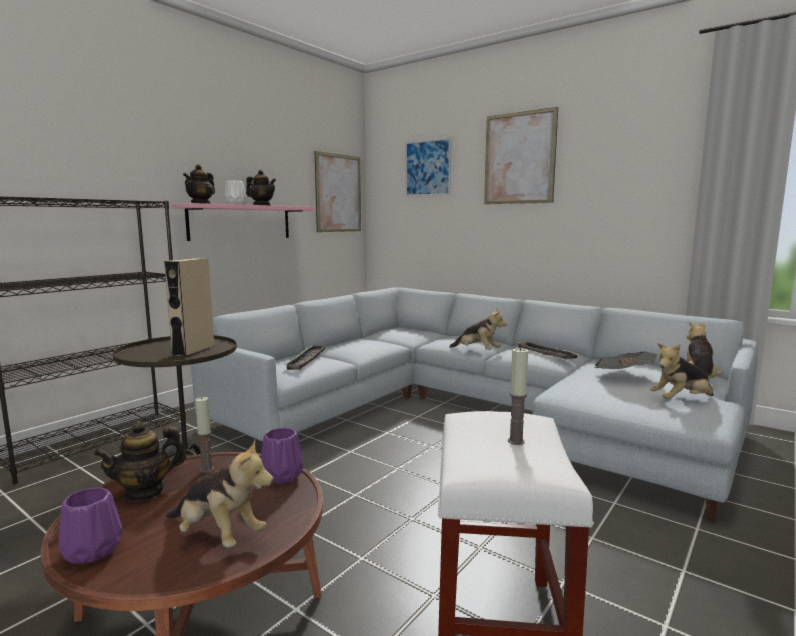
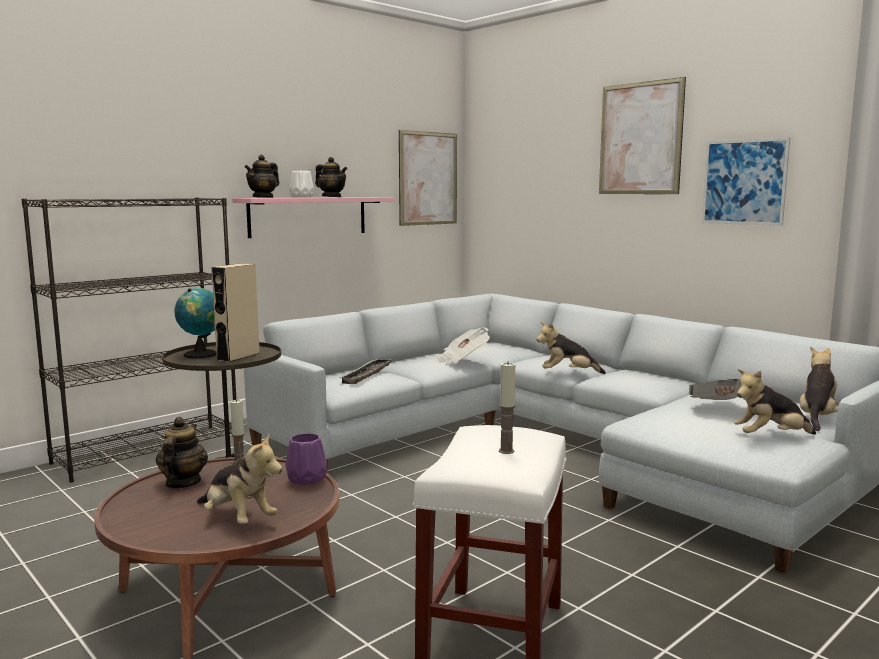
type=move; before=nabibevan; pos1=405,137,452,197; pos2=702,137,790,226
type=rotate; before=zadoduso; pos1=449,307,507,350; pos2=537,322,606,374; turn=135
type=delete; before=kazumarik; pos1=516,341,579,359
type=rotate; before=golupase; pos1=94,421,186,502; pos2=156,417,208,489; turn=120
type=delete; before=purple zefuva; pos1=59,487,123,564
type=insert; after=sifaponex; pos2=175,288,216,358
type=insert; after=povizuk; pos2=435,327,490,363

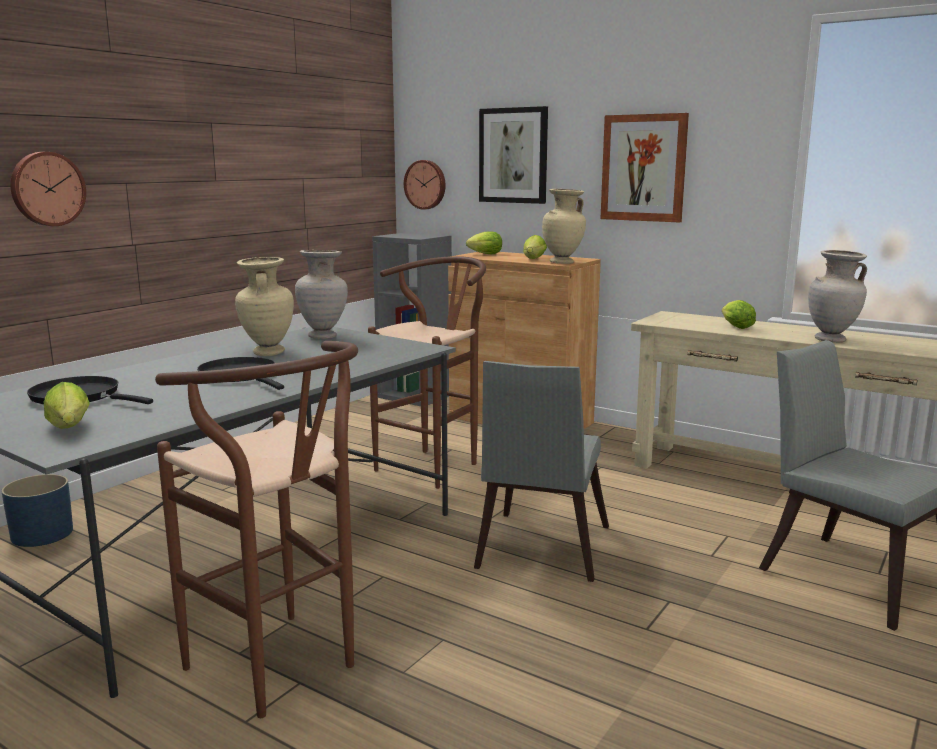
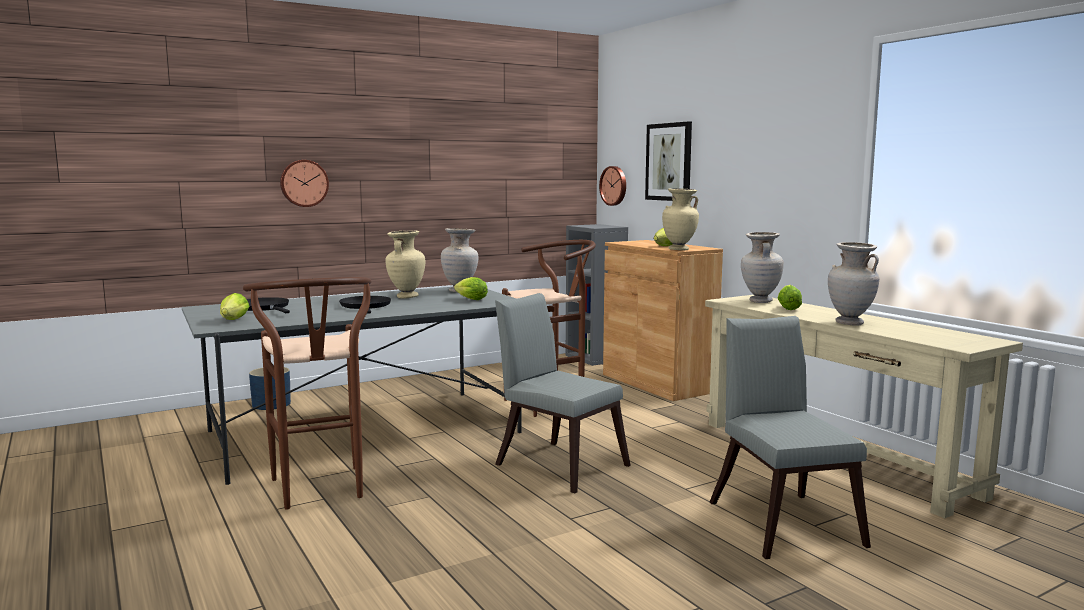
type=delete; before=nabibevan; pos1=600,113,689,223
type=move; before=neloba; pos1=466,232,502,254; pos2=454,277,488,300
type=rotate; before=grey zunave; pos1=474,361,609,582; pos2=495,293,631,493; turn=90
type=insert; after=beige zefuva; pos2=741,232,784,303

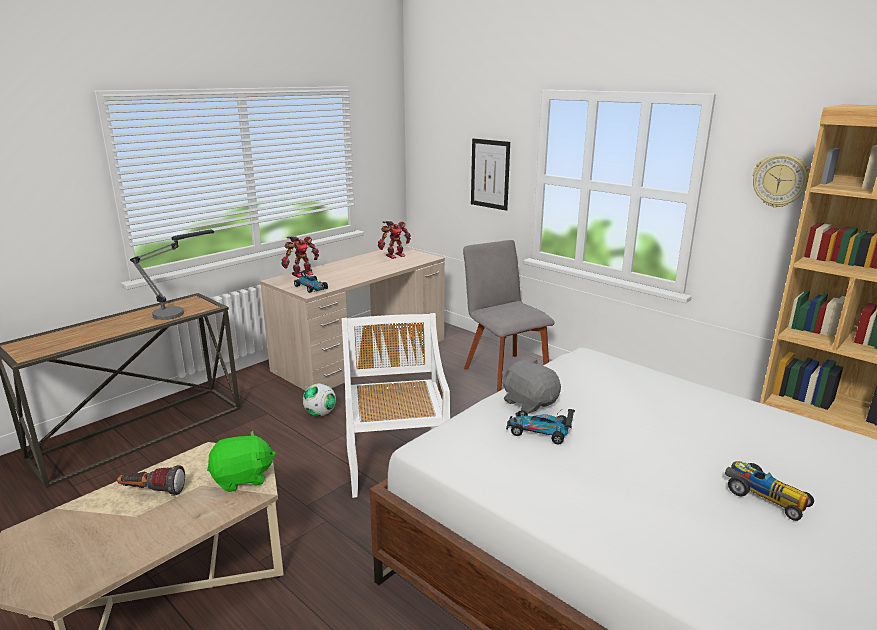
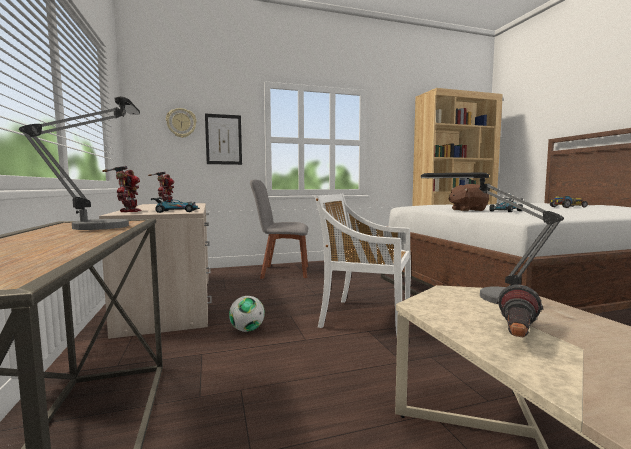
type=move; before=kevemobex; pos1=753,154,810,208; pos2=166,108,197,138
type=recolor; before=grey zadoduso; after=brown zadoduso; pos1=502,360,561,414; pos2=449,184,489,211
type=replace; before=green zadoduso; after=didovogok; pos1=207,431,276,492; pos2=421,173,564,304

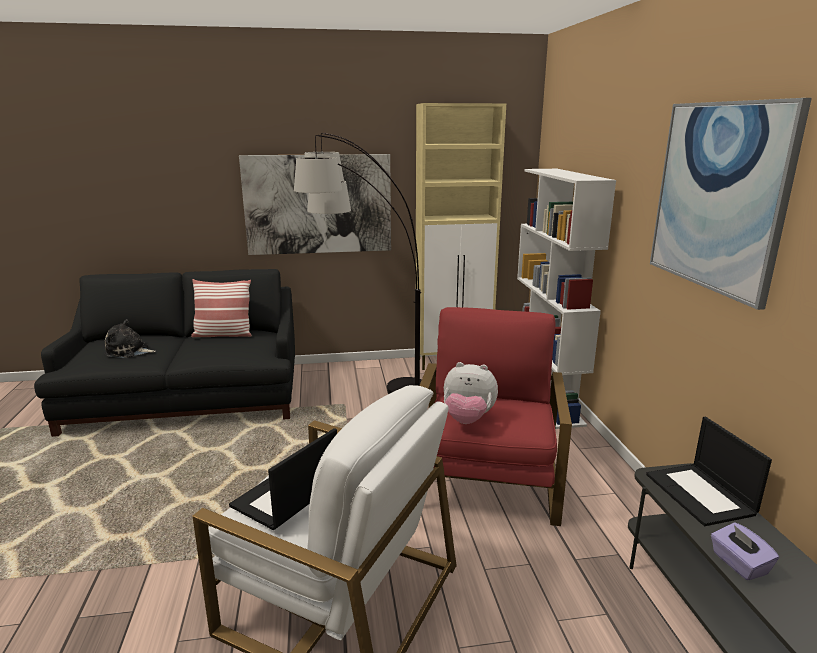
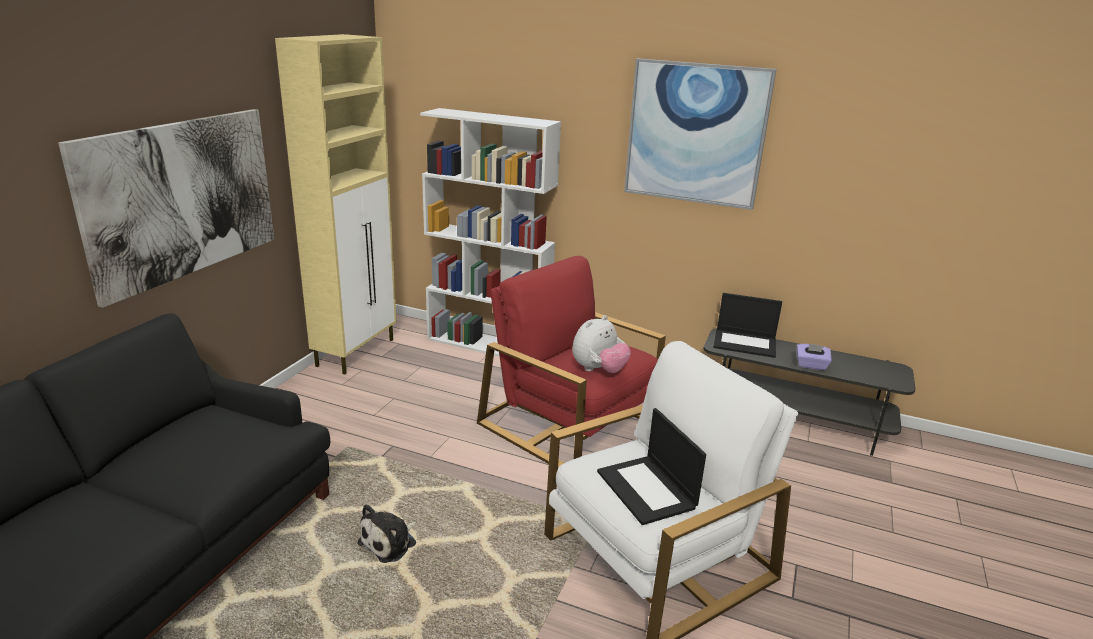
type=delete; before=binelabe; pos1=294,133,422,394
type=delete; before=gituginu; pos1=191,279,252,337
type=move; before=zadoduso; pos1=105,319,156,358; pos2=357,504,416,563

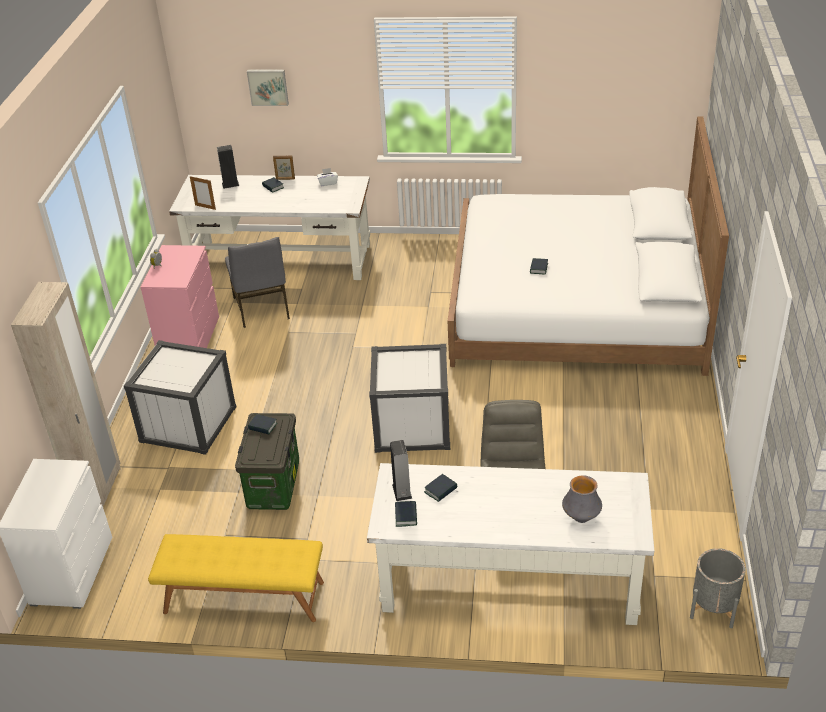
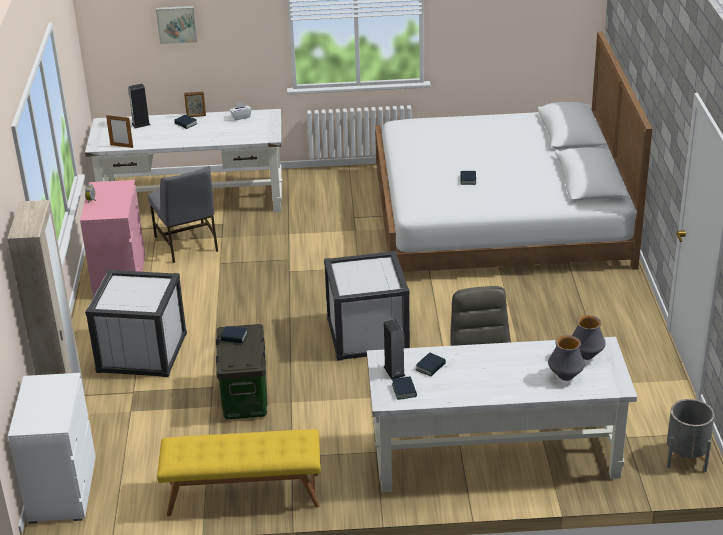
type=insert; after=zefuva; pos2=572,315,606,360

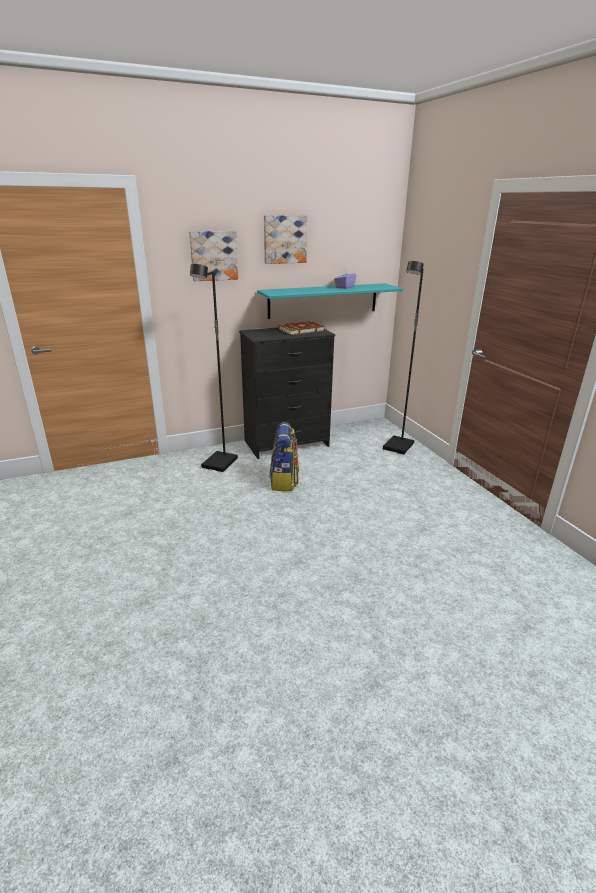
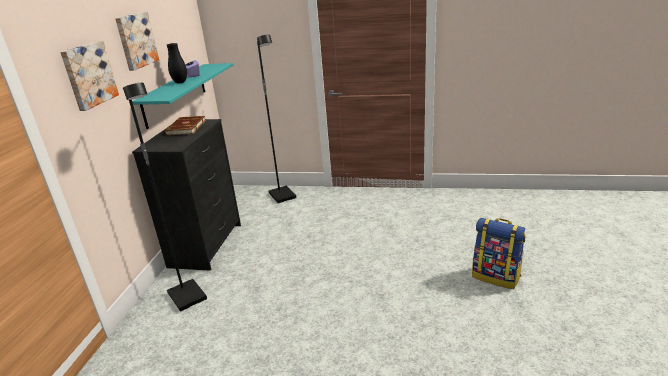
type=move; before=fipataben; pos1=270,422,299,491; pos2=472,218,526,289
type=insert; after=black zefuva; pos2=167,43,187,83

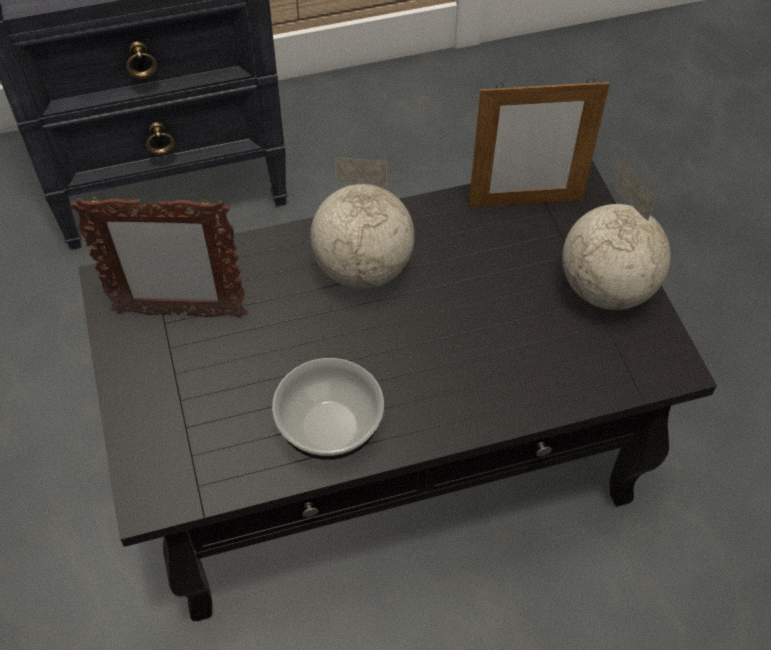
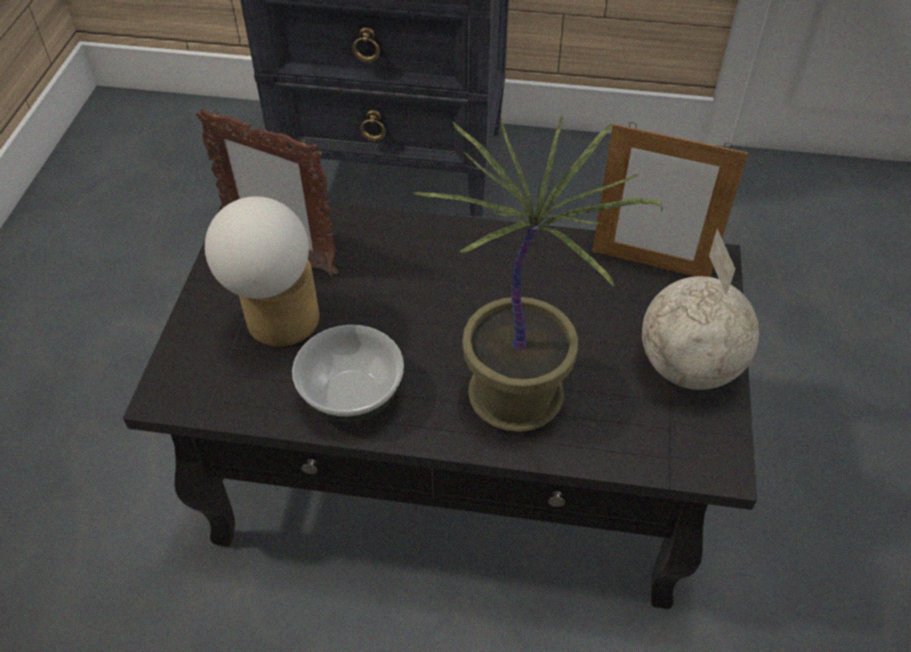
type=delete; before=sifaponex; pos1=310,157,415,289
type=insert; after=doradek; pos2=412,115,663,432
type=insert; after=didovogok; pos2=205,196,319,347

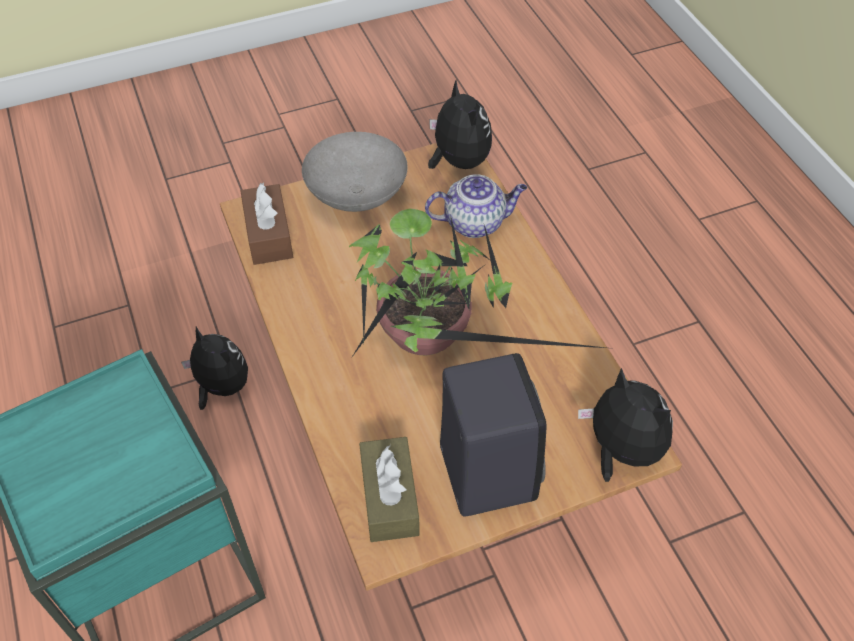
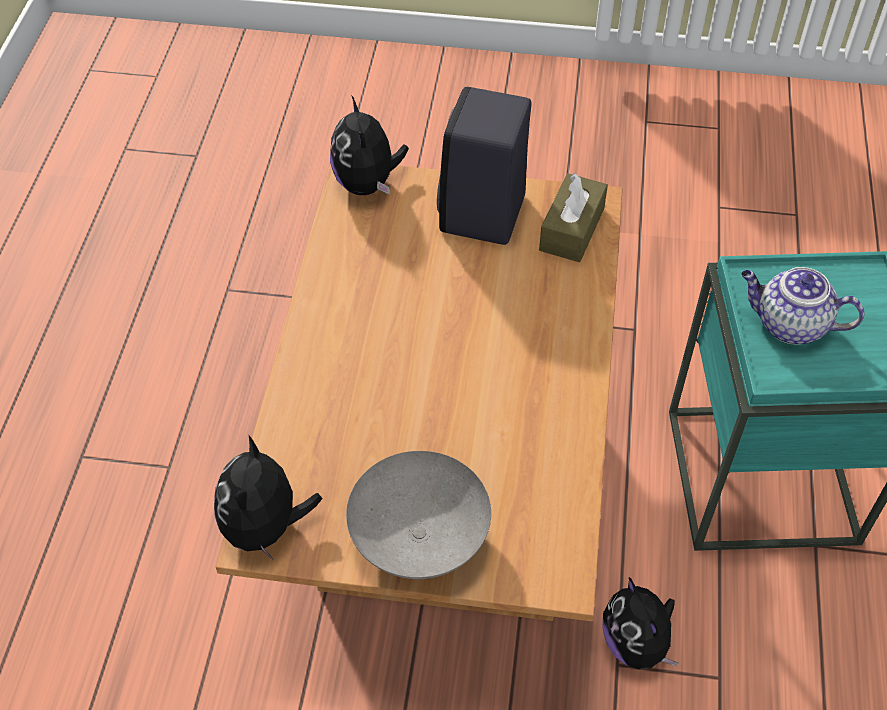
type=move; before=golupase; pos1=425,175,527,238; pos2=741,267,865,344
type=delete; before=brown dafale; pos1=240,183,293,265
type=delete; before=doradek; pos1=349,209,606,357

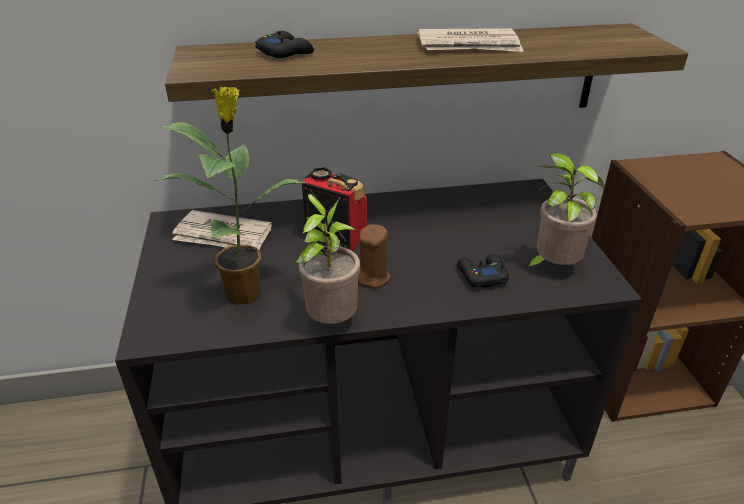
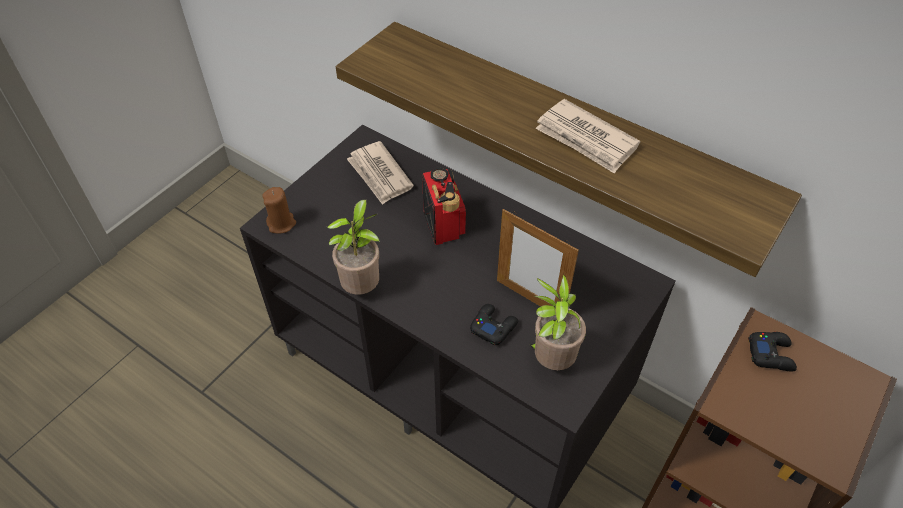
type=move; before=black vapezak; pos1=255,31,314,58; pos2=748,332,797,372
type=delete; before=doradek; pos1=156,86,308,305
type=move; before=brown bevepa; pos1=358,224,390,288; pos2=262,187,296,233
type=insert; after=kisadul; pos2=497,209,579,307

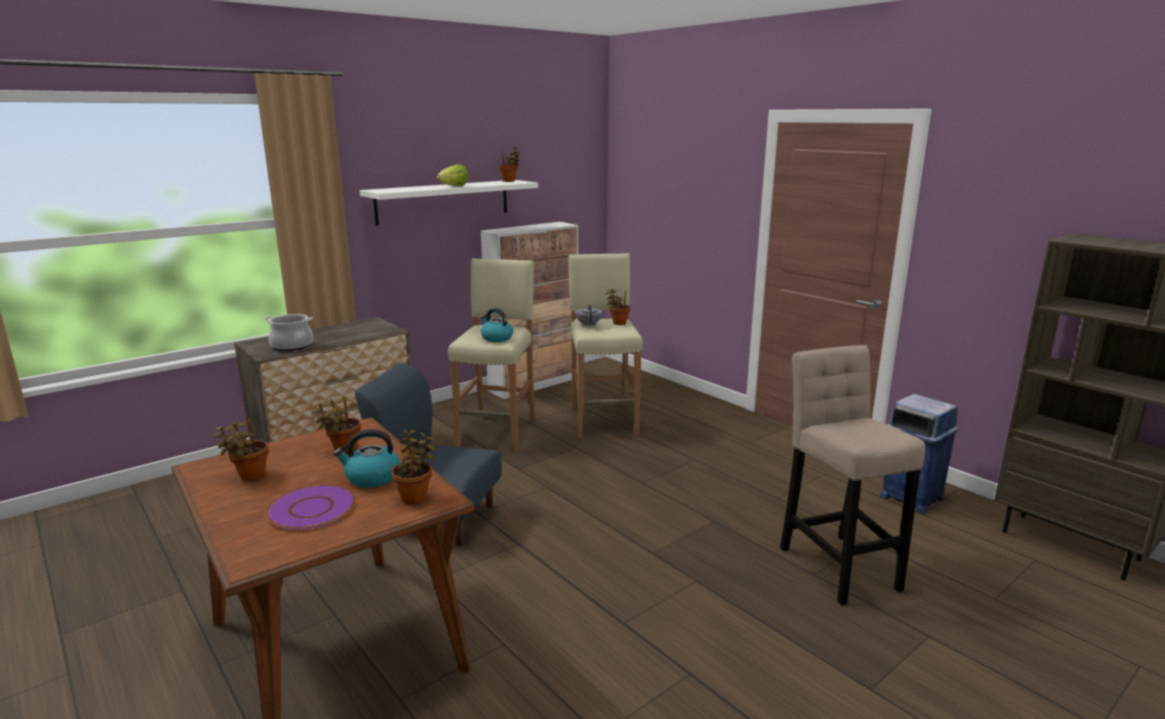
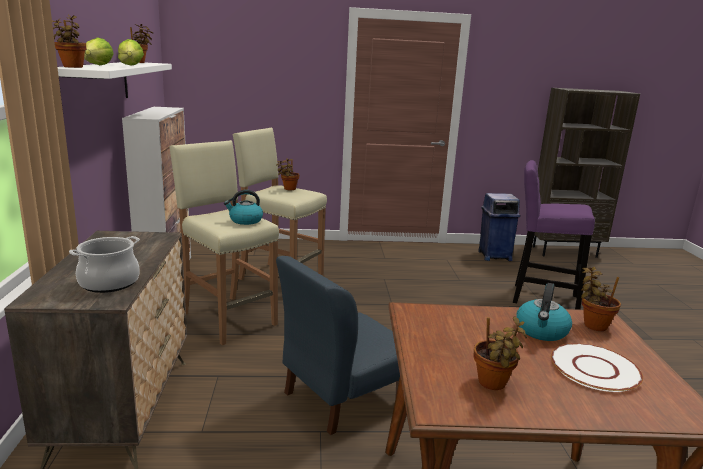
type=delete; before=grey golupase; pos1=575,305,603,327
type=recolor; before=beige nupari; after=purple nupari; pos1=780,345,925,605; pos2=513,160,595,310
type=move; before=doradek; pos1=312,397,361,454; pos2=52,15,86,68
type=recolor; before=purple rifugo; after=white rifugo; pos1=266,485,355,530; pos2=551,343,643,392
type=insert; after=neloba; pos2=84,37,114,65

